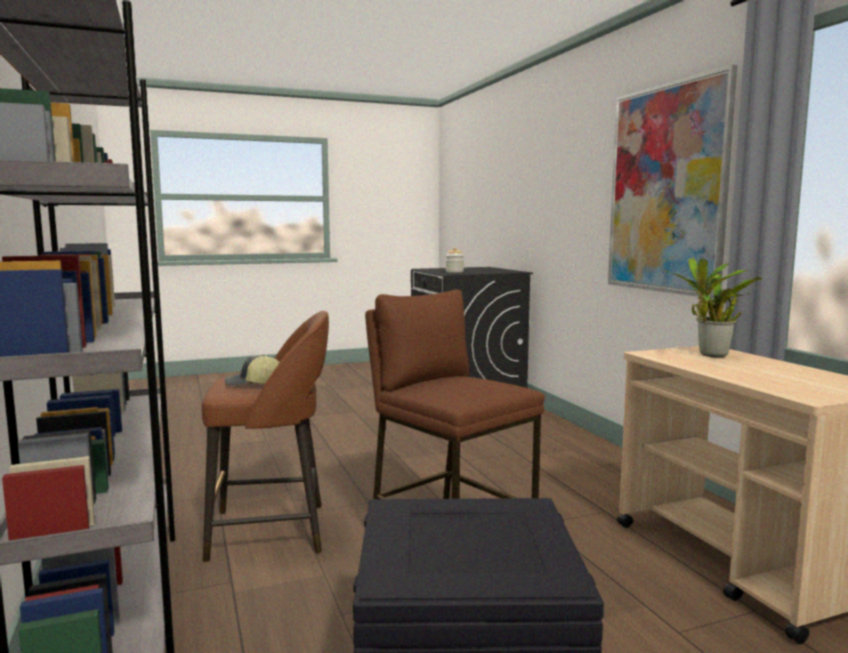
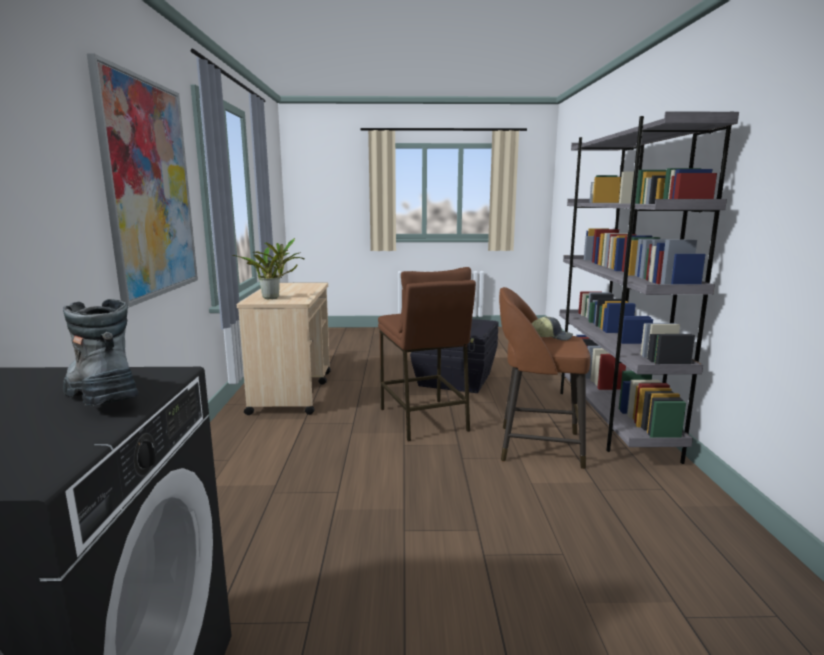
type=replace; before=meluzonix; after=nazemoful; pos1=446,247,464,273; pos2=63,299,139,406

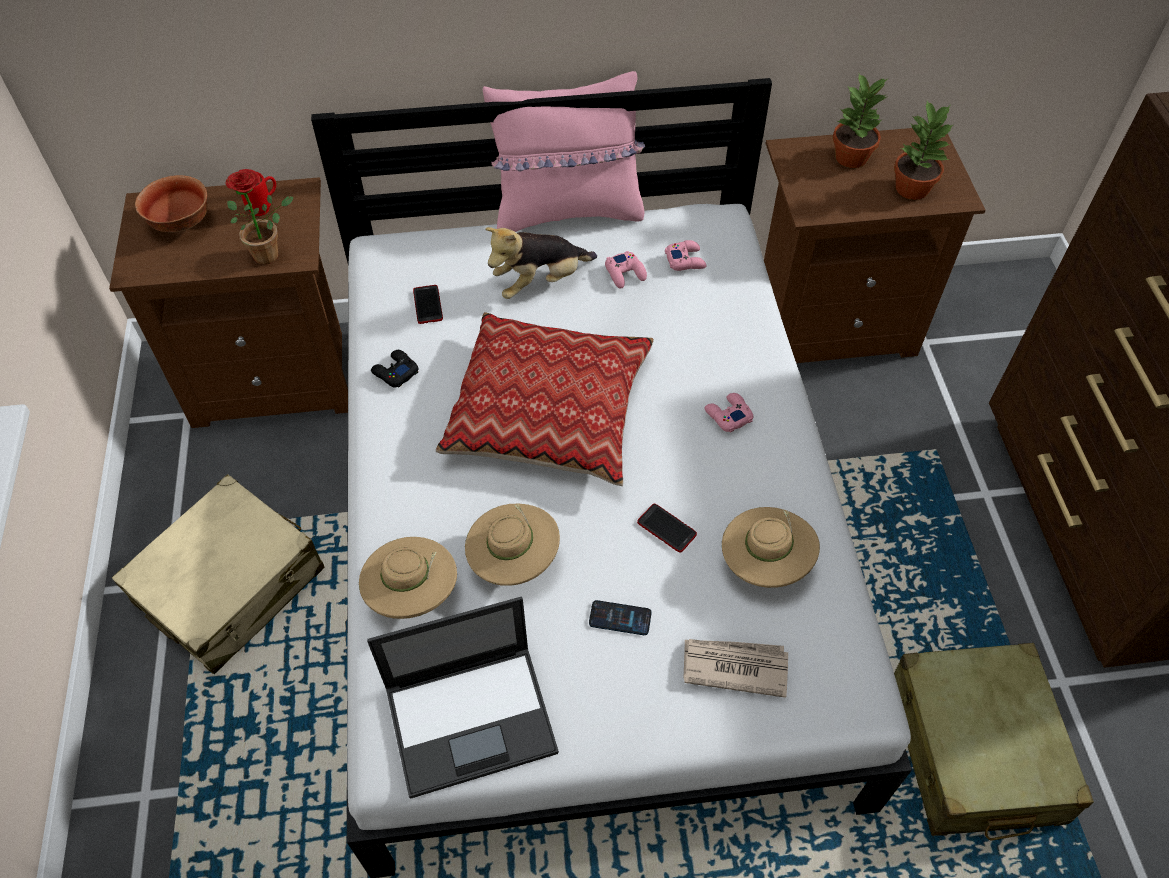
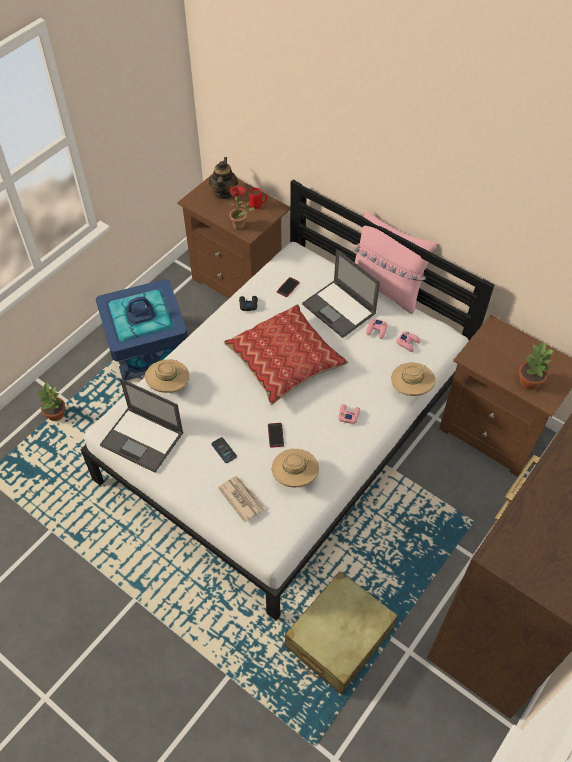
type=move; before=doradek; pos1=833,74,888,168; pos2=37,383,65,421
type=replace; before=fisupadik; after=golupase; pos1=135,175,207,232; pos2=209,157,238,199
type=replace; before=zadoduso; after=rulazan; pos1=485,227,597,299; pos2=302,249,380,338
type=replace; before=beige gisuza; after=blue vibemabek; pos1=112,474,324,674; pos2=96,279,188,381
type=move; before=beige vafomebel; pos1=465,504,560,586; pos2=391,363,436,396

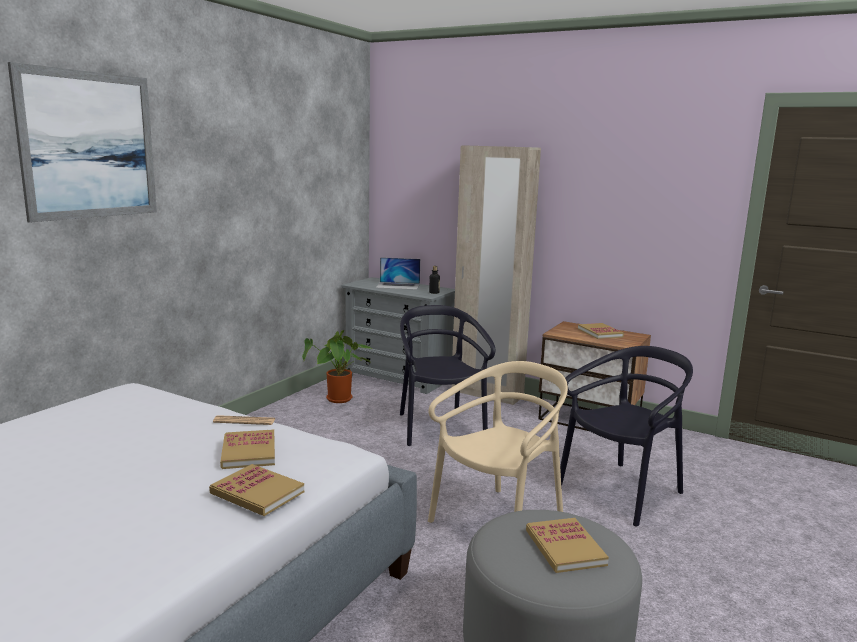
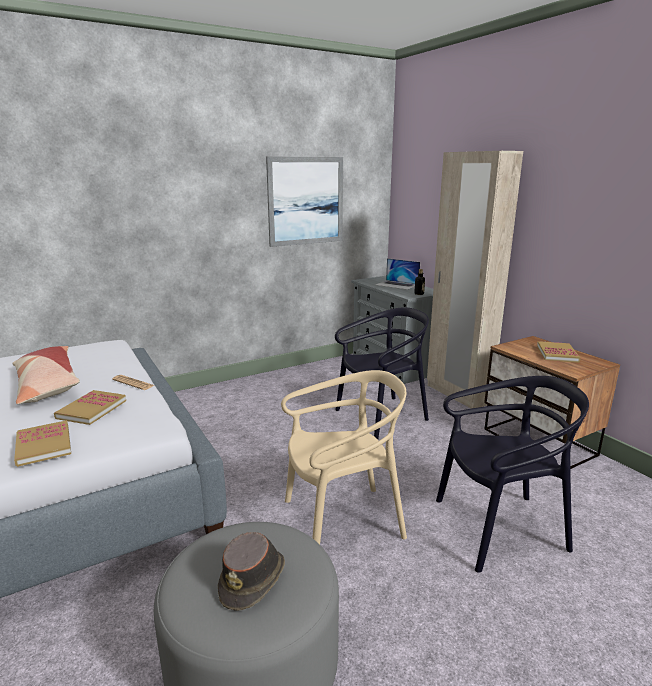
type=move; before=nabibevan; pos1=8,62,157,222; pos2=266,156,343,247
type=rotate; before=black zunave; pos1=400,305,495,446; pos2=335,307,429,439; turn=45
type=delete; before=doradek; pos1=302,330,372,403
type=replace; before=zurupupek; after=brown vafomebel; pos1=526,518,609,573; pos2=218,532,285,611
type=insert; after=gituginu; pos2=12,346,80,404

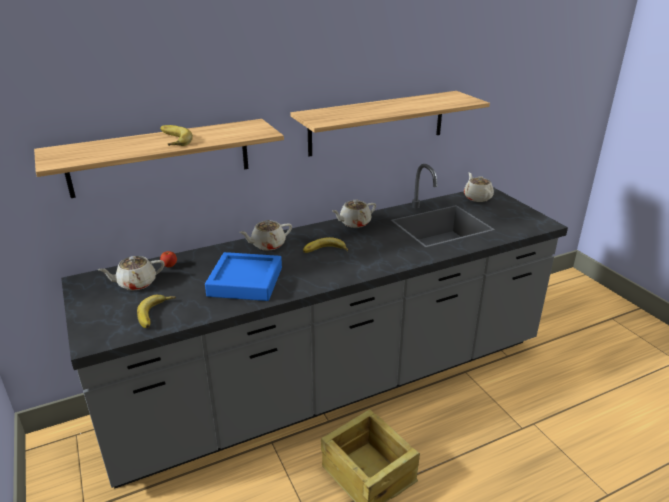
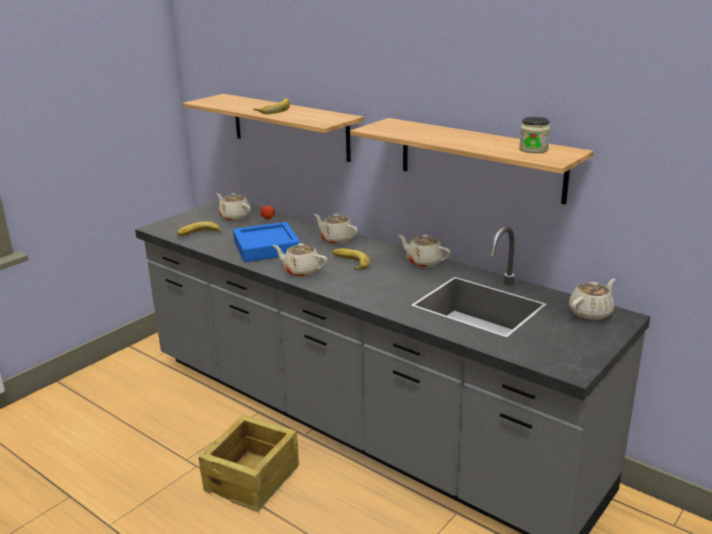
type=insert; after=meluzonix; pos2=519,117,550,153
type=insert; after=beige golupase; pos2=273,243,328,277

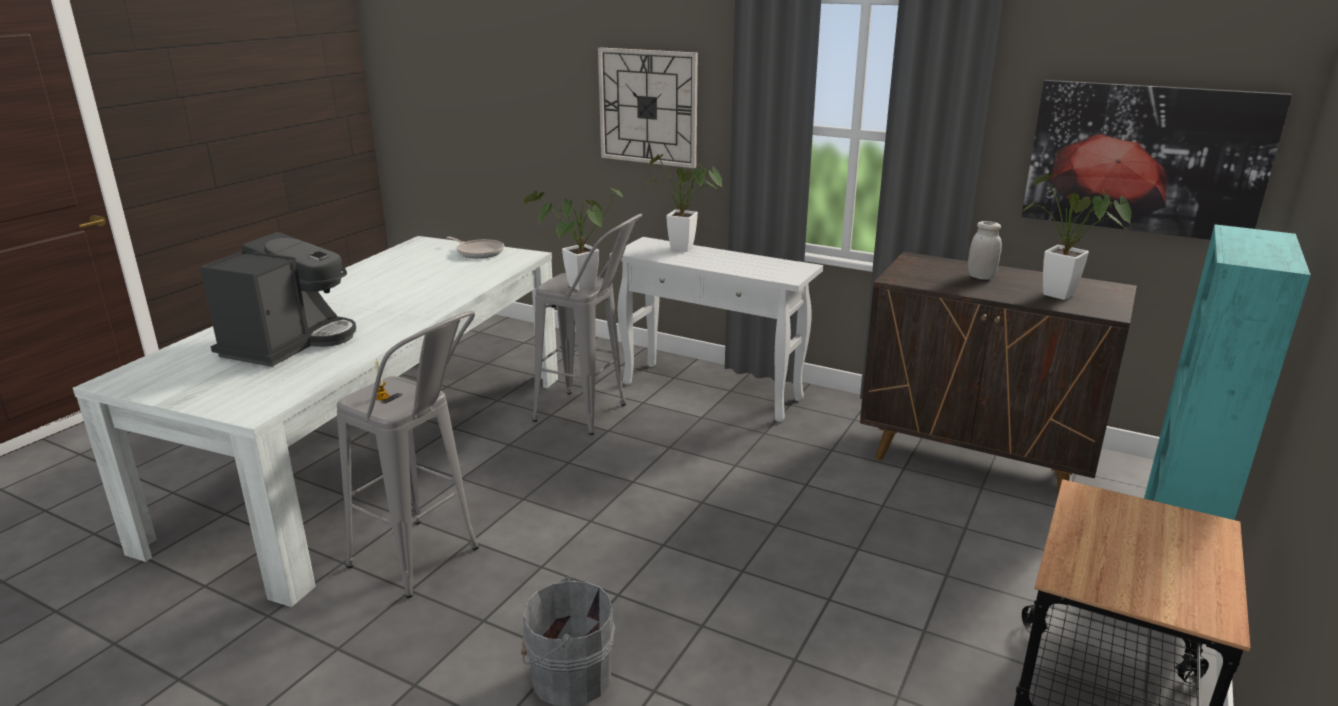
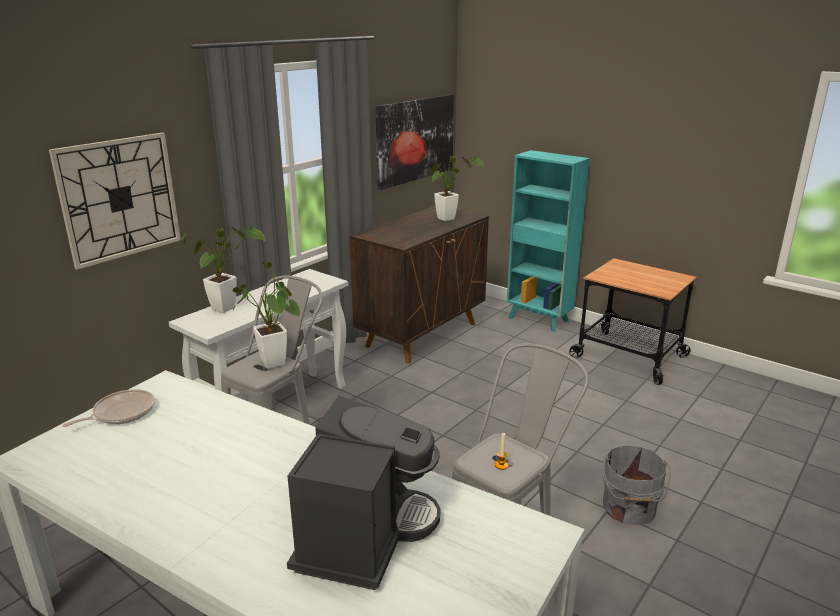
type=delete; before=white meluzonix; pos1=968,221,1002,280
type=rotate; before=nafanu; pos1=200,232,356,367; pos2=287,396,440,590; turn=75

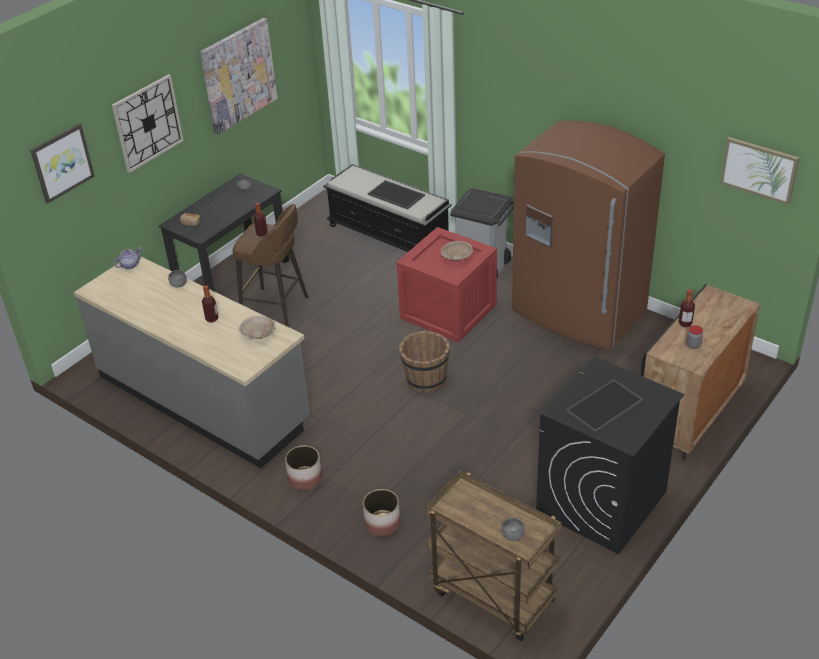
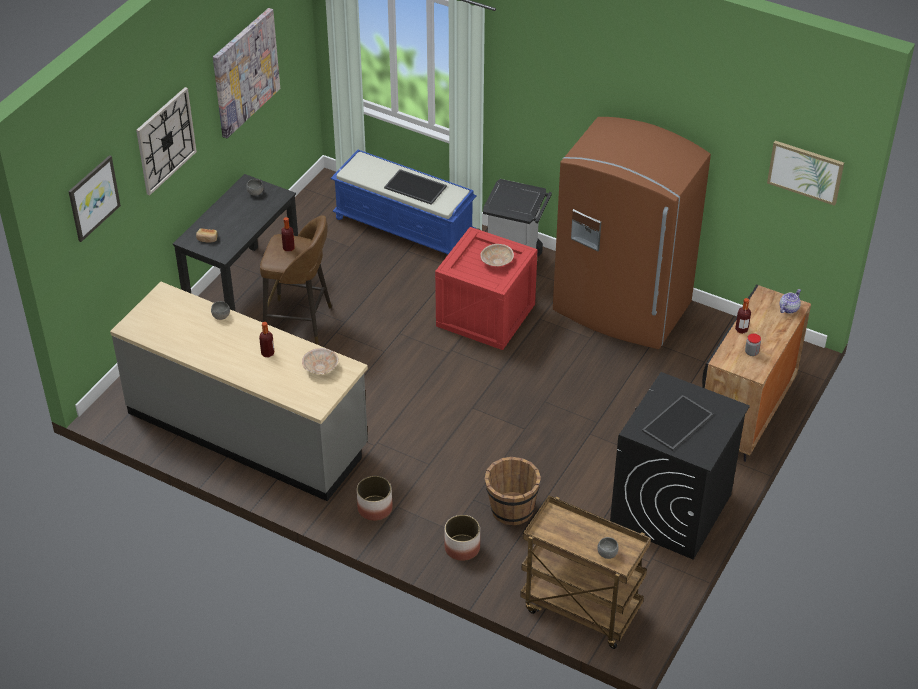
type=recolor; before=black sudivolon; after=blue sudivolon; pos1=323,164,452,252; pos2=330,150,477,254
type=move; before=golupase; pos1=114,247,141,269; pos2=780,289,801,313
type=move; before=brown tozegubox; pos1=399,331,450,393; pos2=484,457,541,525

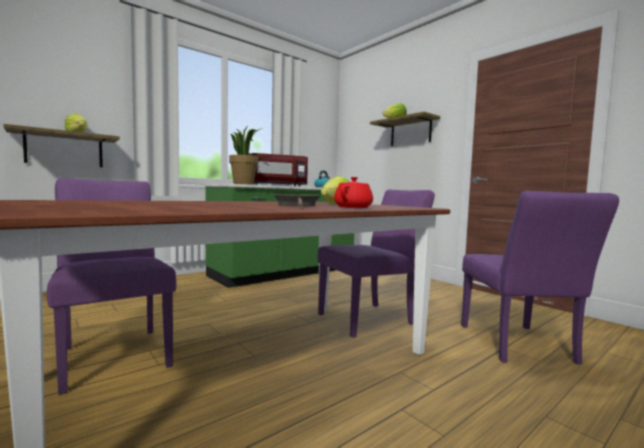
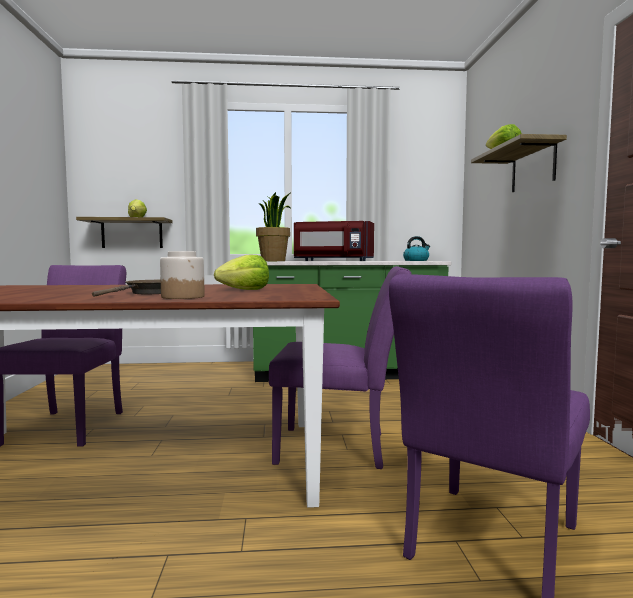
type=replace; before=red golupase; after=meluzonix; pos1=334,177,373,208; pos2=160,251,205,299

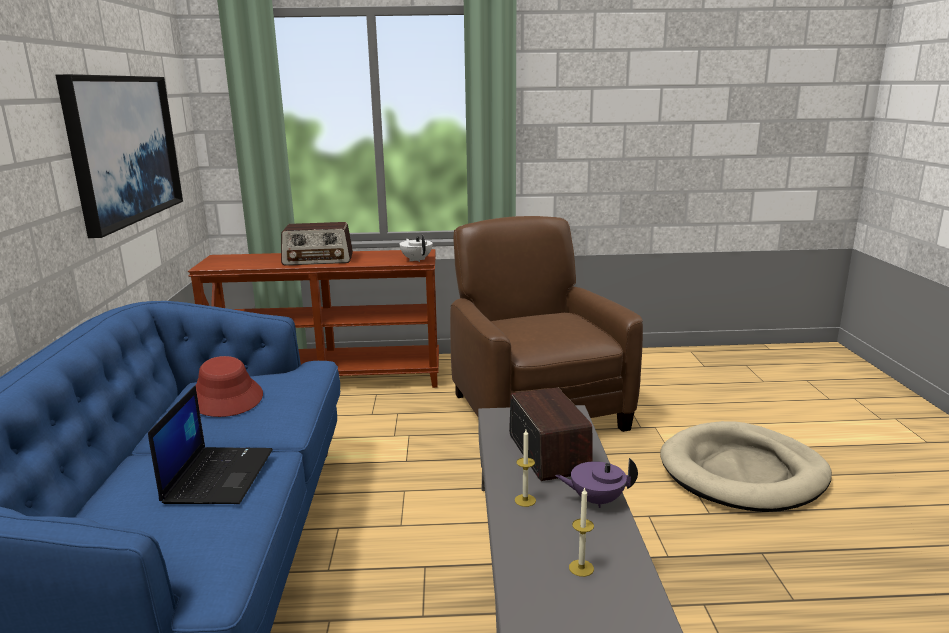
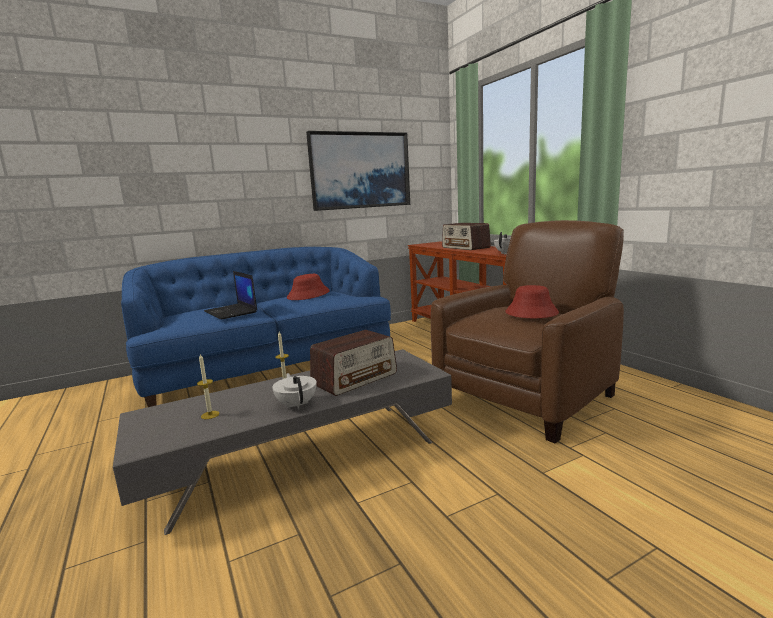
type=rotate; before=rulazan; pos1=148,386,273,504; pos2=204,271,257,319; turn=75
type=delete; before=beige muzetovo; pos1=660,421,832,512
type=recolor; before=purple golupase; after=white golupase; pos1=555,458,638,508; pos2=272,373,317,409
type=insert; after=red vafomebel; pos2=506,285,559,318

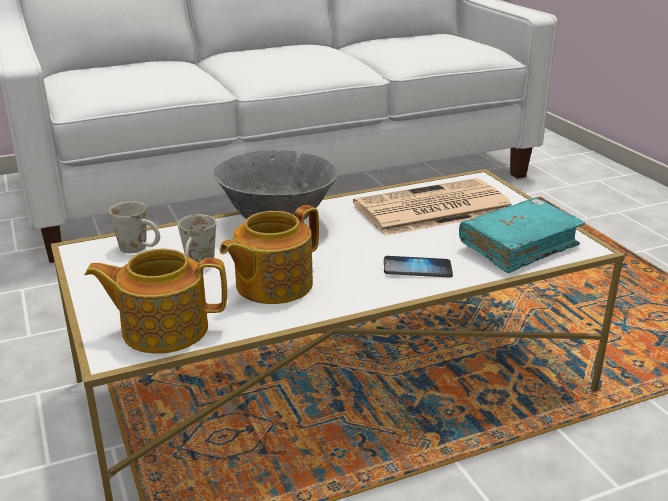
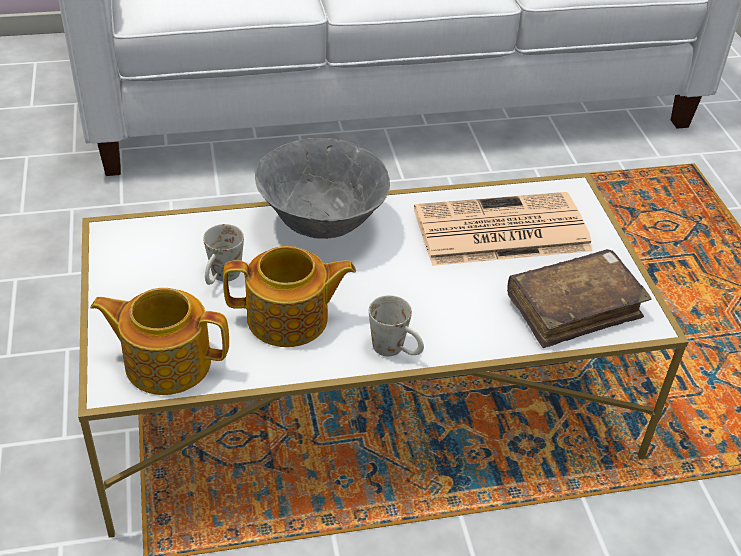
type=recolor; before=turquoise zurupupek; after=brown zurupupek; pos1=459,198,585,273; pos2=507,249,652,348
type=move; before=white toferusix; pos1=109,201,160,253; pos2=369,295,424,356
type=rotate; before=golupase; pos1=219,205,319,304; pos2=223,246,356,347; turn=-150
type=delete; before=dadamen; pos1=384,256,453,277

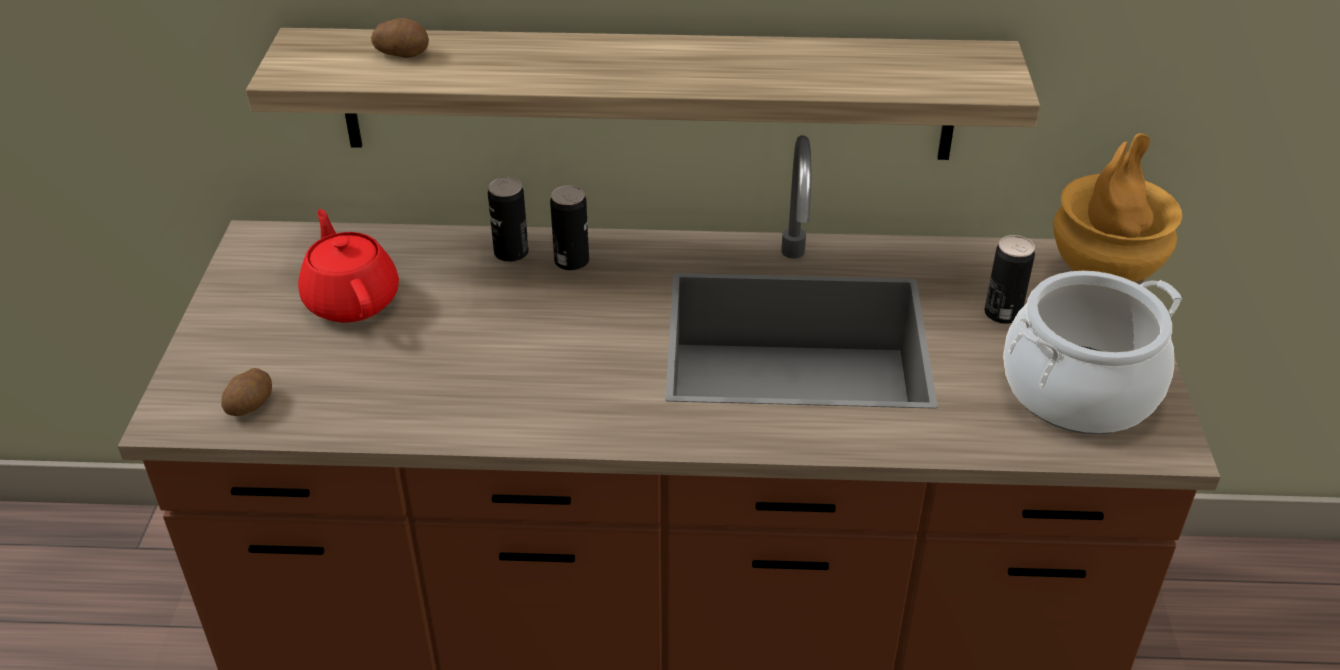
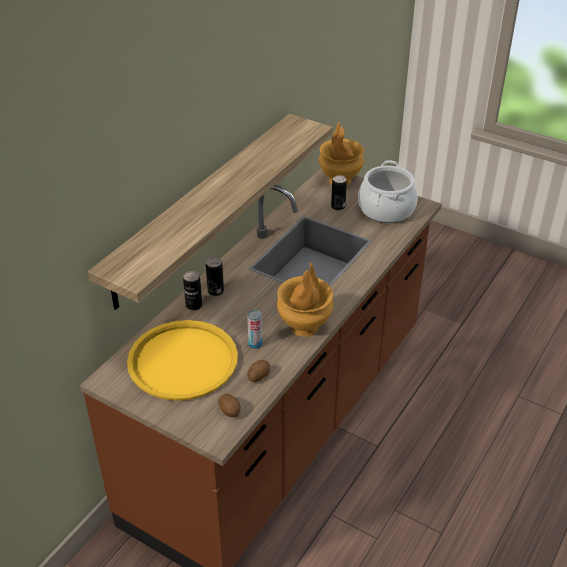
type=move; before=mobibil; pos1=371,18,429,58; pos2=247,360,270,382
type=replace; before=red golupase; after=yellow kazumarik; pos1=298,209,399,323; pos2=127,320,238,401
type=insert; after=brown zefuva; pos2=277,263,333,337
type=insert; after=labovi; pos2=247,310,262,349

